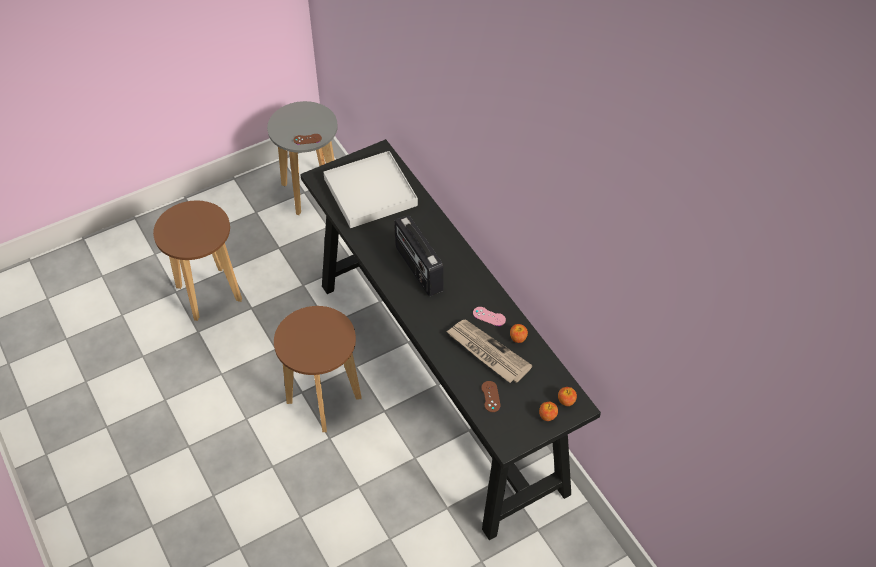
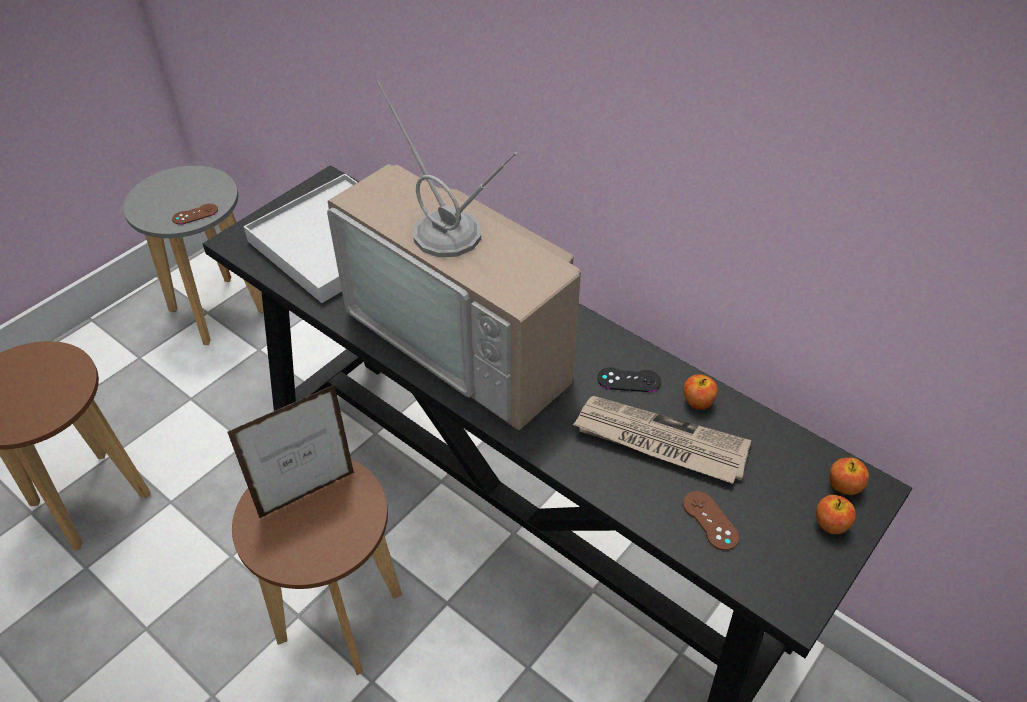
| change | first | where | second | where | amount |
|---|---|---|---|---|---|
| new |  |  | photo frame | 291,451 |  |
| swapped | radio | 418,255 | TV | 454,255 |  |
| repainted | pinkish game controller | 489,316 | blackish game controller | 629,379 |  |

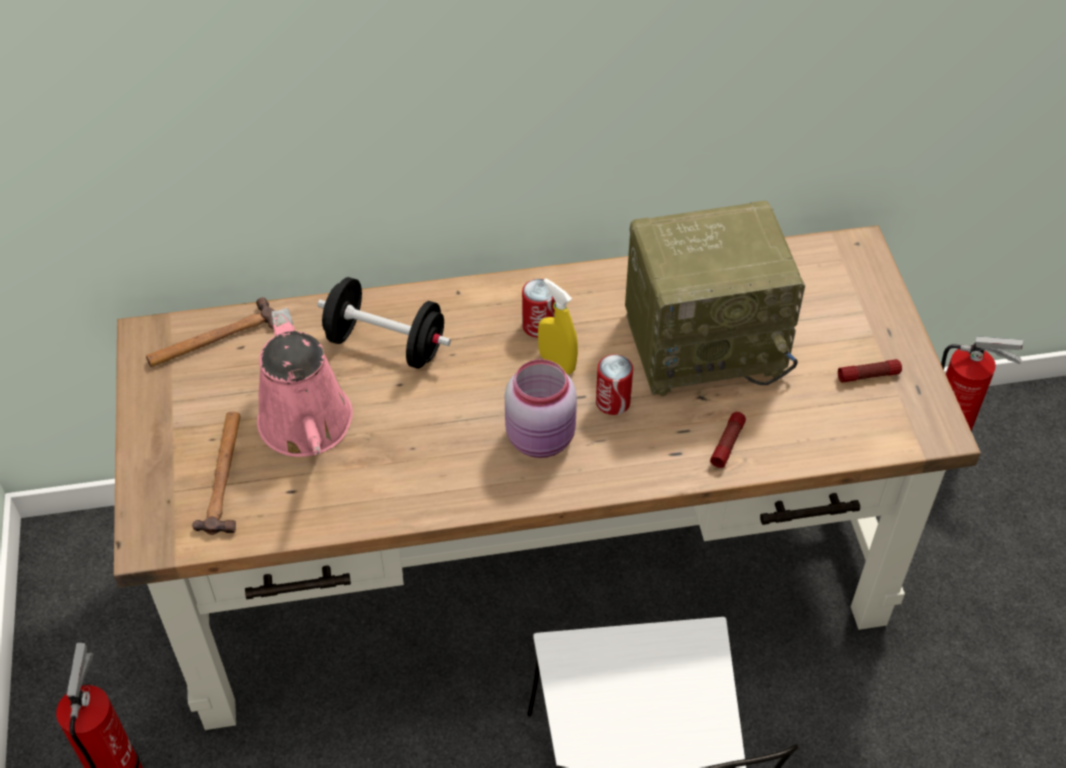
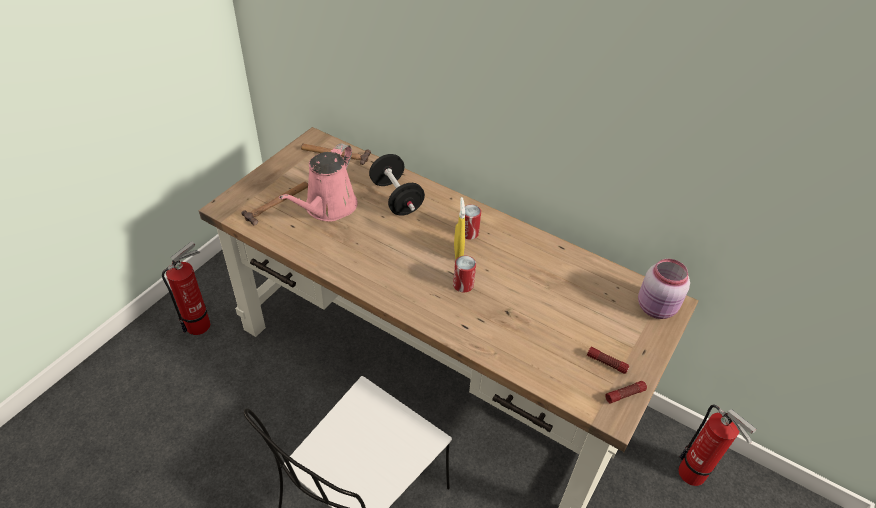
| change | first | where | second | where | amount |
|---|---|---|---|---|---|
| shifted | torch | 728,440 |  | 626,392 |  |
| shifted | pinkish jar | 541,408 |  | 664,289 |  |
| gone | radio | 715,298 |  |  |  |

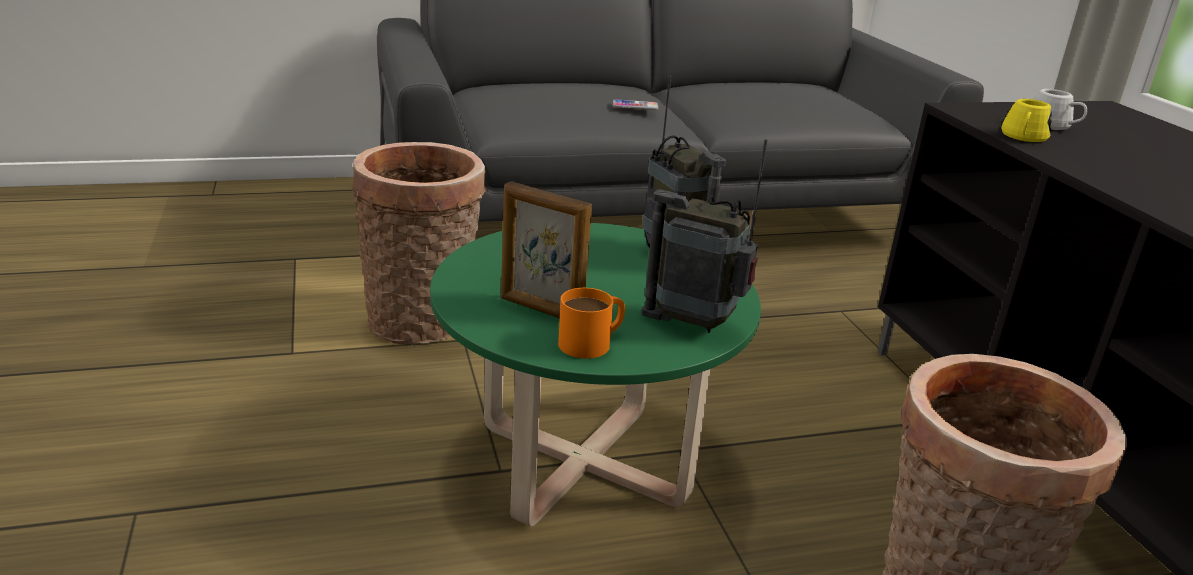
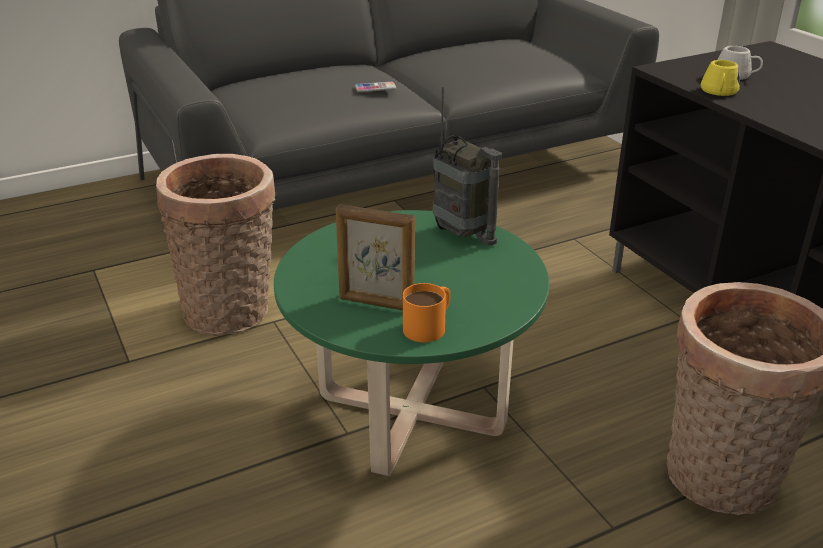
| change | first | where | second | where | amount |
|---|---|---|---|---|---|
| gone | radio | 704,236 |  |  |  |

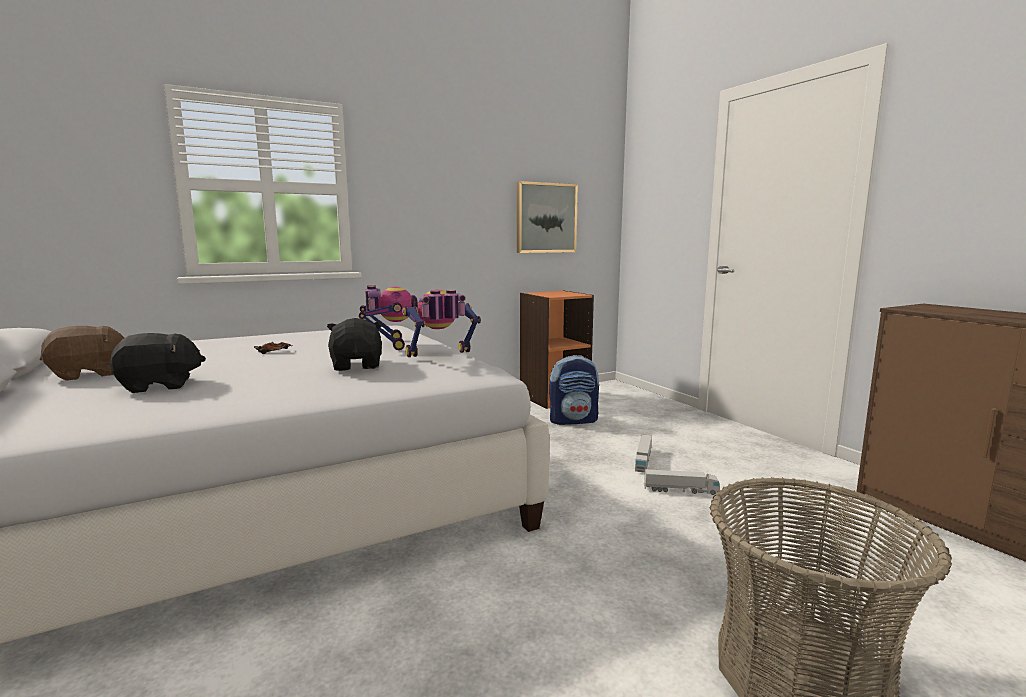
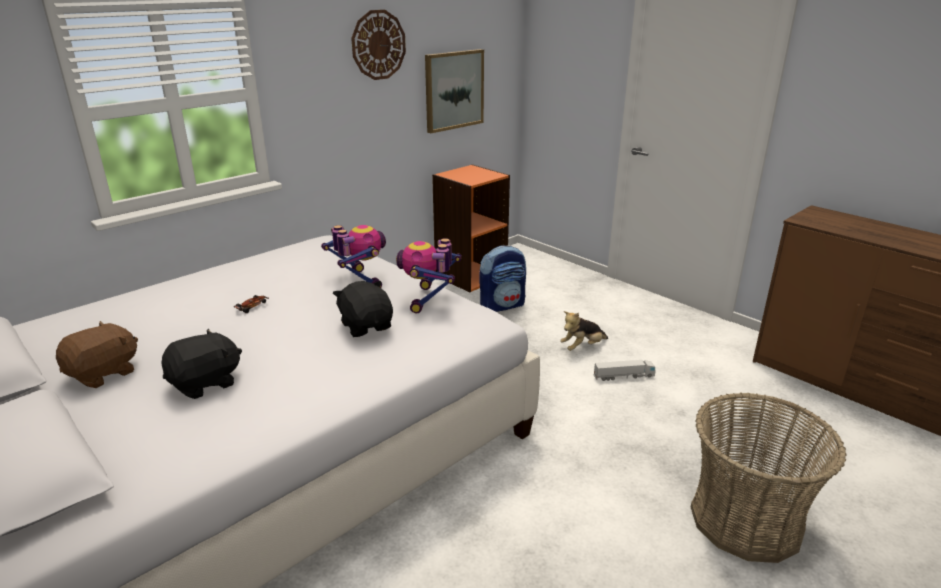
| change | first | where | second | where | amount |
|---|---|---|---|---|---|
| new |  |  | clock on the wall | 378,45 |  |
| rotated | model robot | 441,323 |  | 429,275 | 45 degrees counterclockwise |
| swapped | toy lorry | 643,453 | plush toy | 584,331 |  |

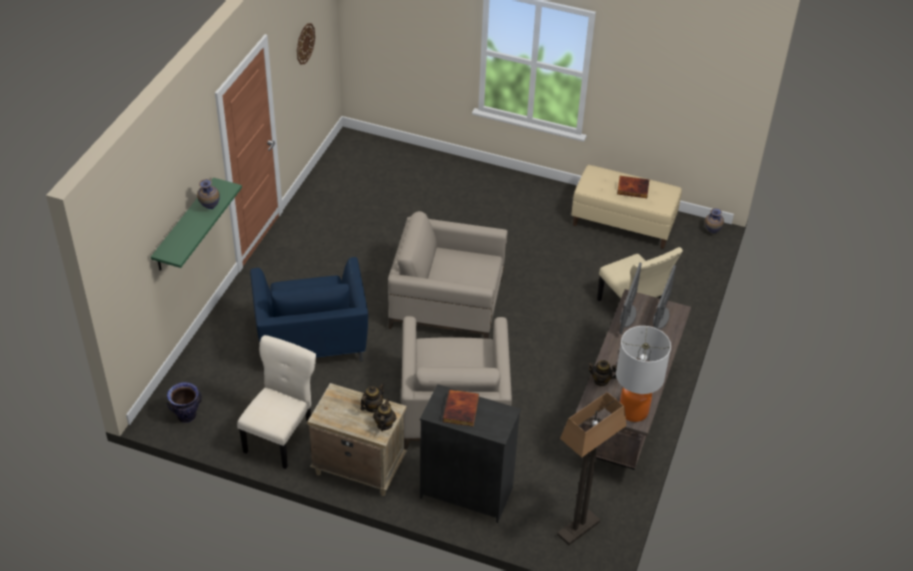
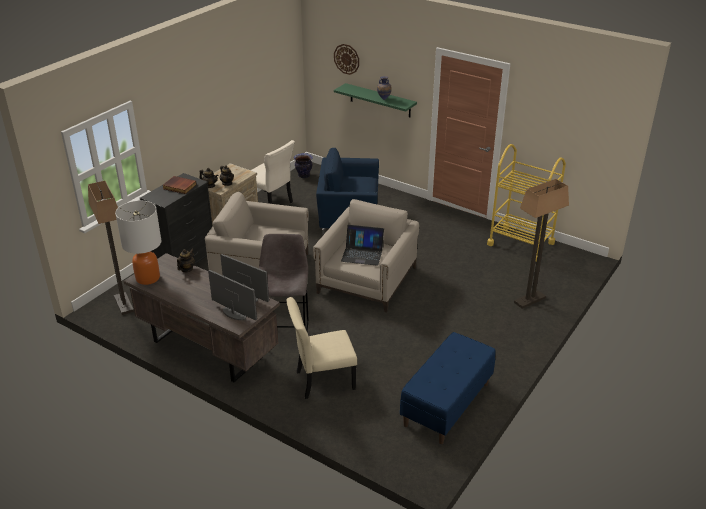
| change | first | where | second | where | amount |
|---|---|---|---|---|---|
| new |  |  | gray sitting stool | 284,283 |  |
| shifted | clock on the wall | 306,43 |  | 346,59 |  |
| new |  |  | portable computer | 362,245 |  |
| repainted | sand-coloured indoor bench | 626,207 | blue-coloured indoor bench | 448,388 |  |
| new |  |  | yellowish cart | 526,203 |  |
| new |  |  | standing lamp | 541,244 |  |
| gone | bound book | 633,187 |  |  |  |
| gone | vase | 714,220 |  |  |  |

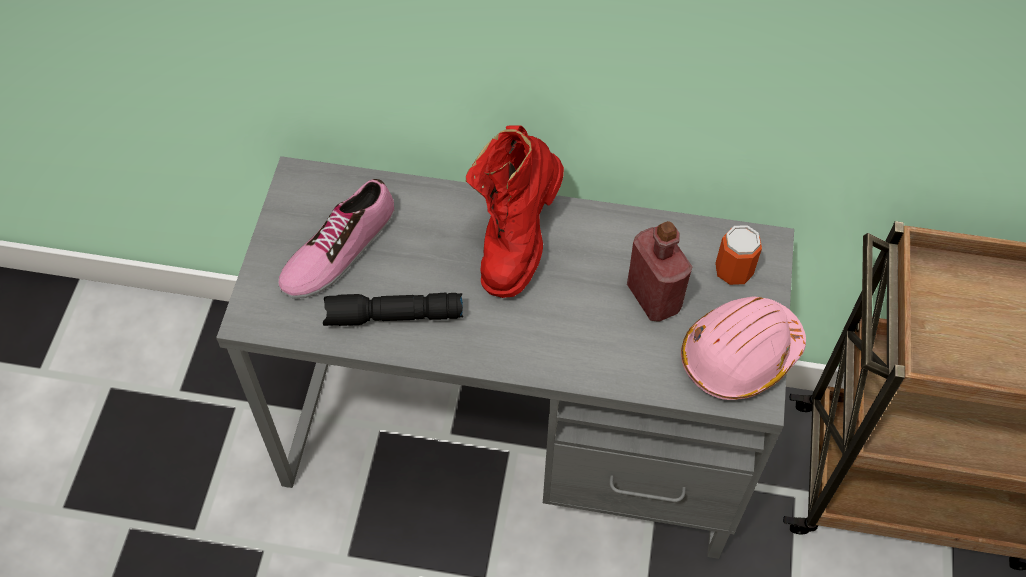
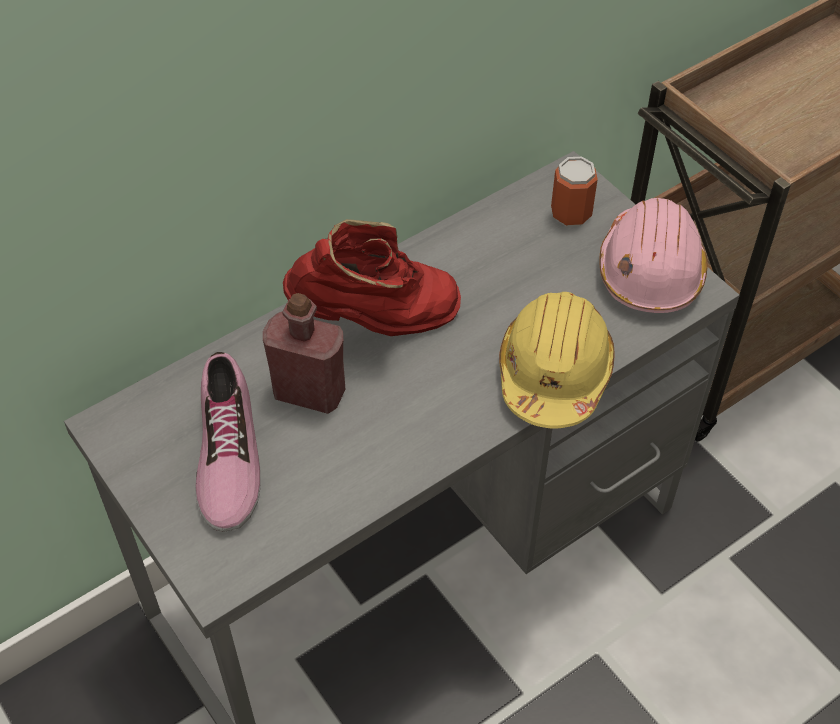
| change | first | where | second | where | amount |
|---|---|---|---|---|---|
| shifted | red bottle | 659,271 |  | 304,353 |  |
| rotated | red boot | 515,211 |  | 372,277 | 75 degrees counterclockwise |
| new |  |  | yellowish work helmet | 556,360 |  |
| gone | blackish torch | 393,309 |  |  |  |

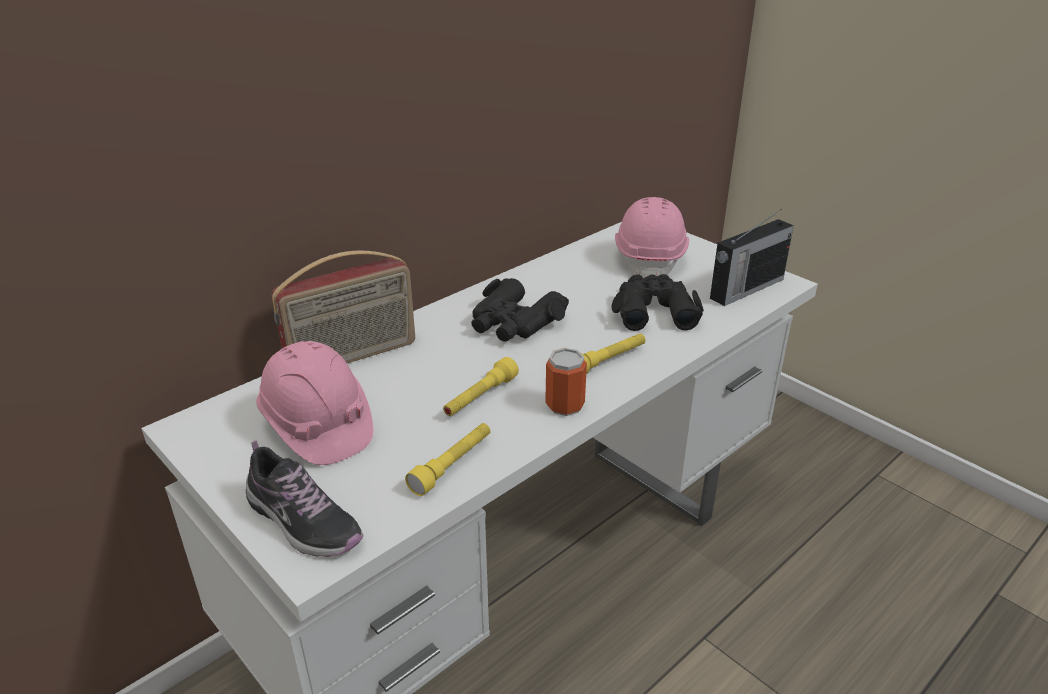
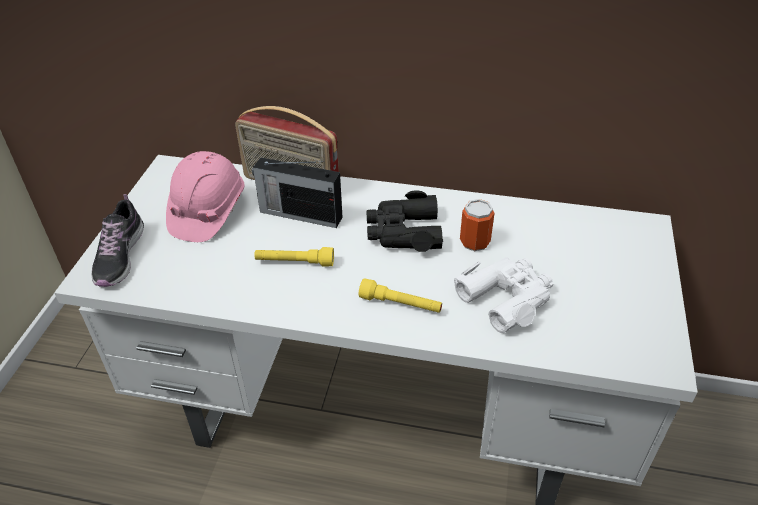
| change | first | where | second | where | amount |
|---|---|---|---|---|---|
| shifted | radio | 752,257 |  | 297,192 |  |
| repainted | blackish pair of binoculars | 657,302 | whitish pair of binoculars | 504,295 |  |
| shifted | metal can | 566,382 |  | 477,225 |  |
| gone | yellowish torch | 447,459 |  |  |  |
| gone | pinkish work helmet | 652,237 |  |  |  |

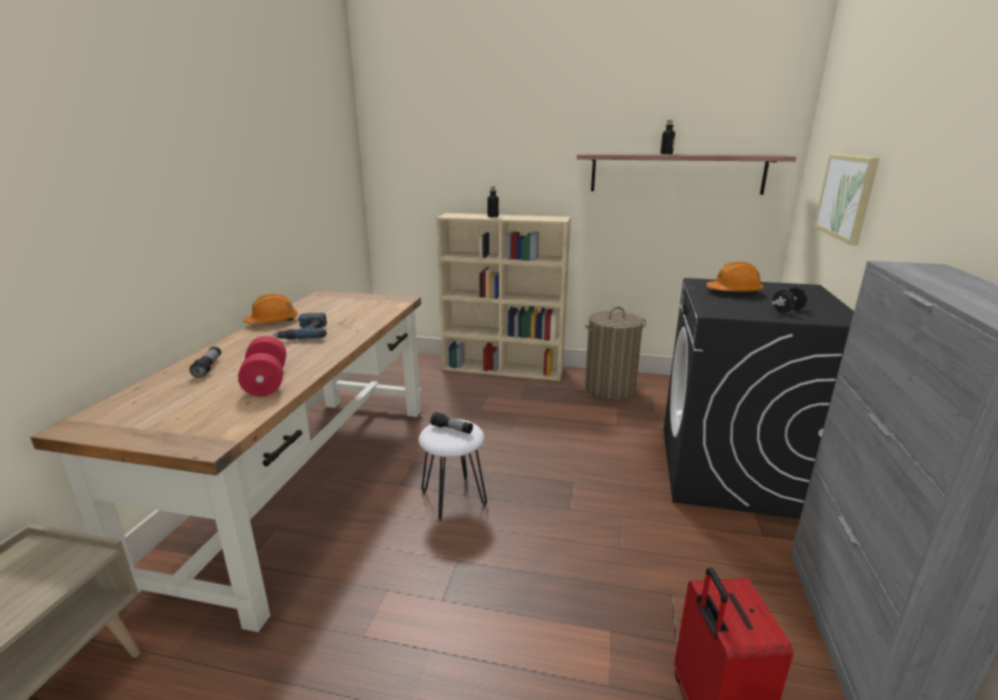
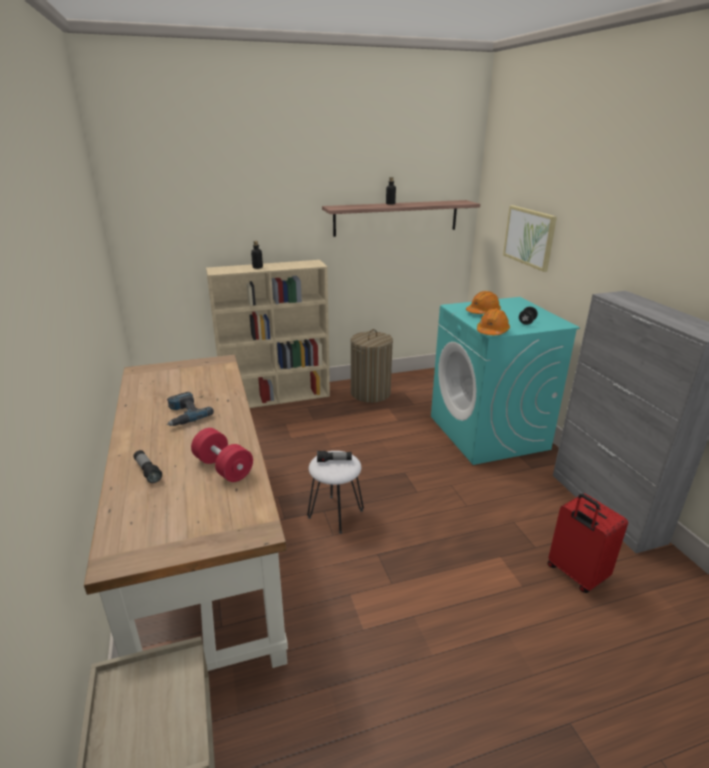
| change | first | where | second | where | amount |
|---|---|---|---|---|---|
| repainted | blackish washing machine | 758,398 | turquoise washing machine | 505,381 |  |
| shifted | orange-coloured work helmet | 270,309 |  | 493,321 |  |

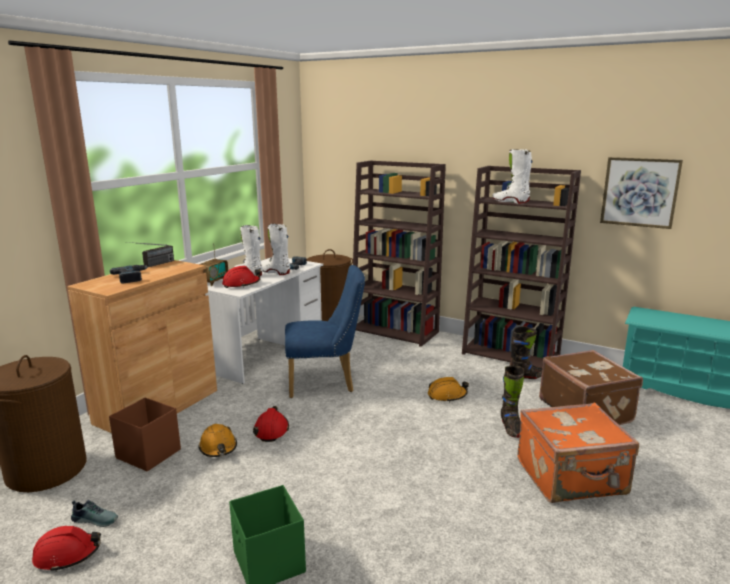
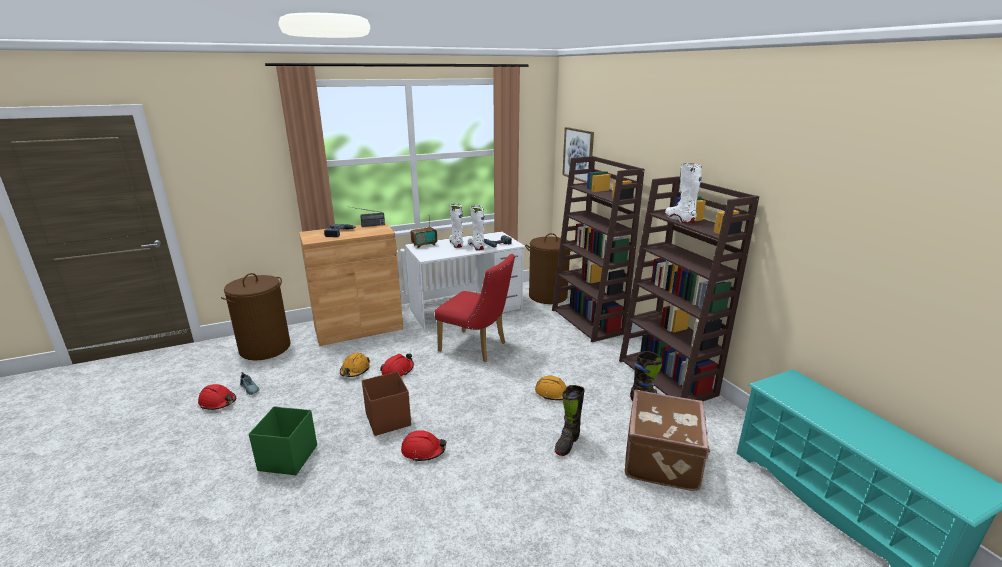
| change | first | where | second | where | amount |
|---|---|---|---|---|---|
| shifted | brown storage bin | 145,434 |  | 386,403 |  |
| shifted | red work helmet | 241,277 |  | 424,446 |  |
| repainted | blue-coloured upright chair | 325,331 | red upright chair | 475,308 |  |
| shifted | wall picture | 641,193 |  | 578,155 |  |
| gone | orange-coloured travel case | 578,452 |  |  |  |

